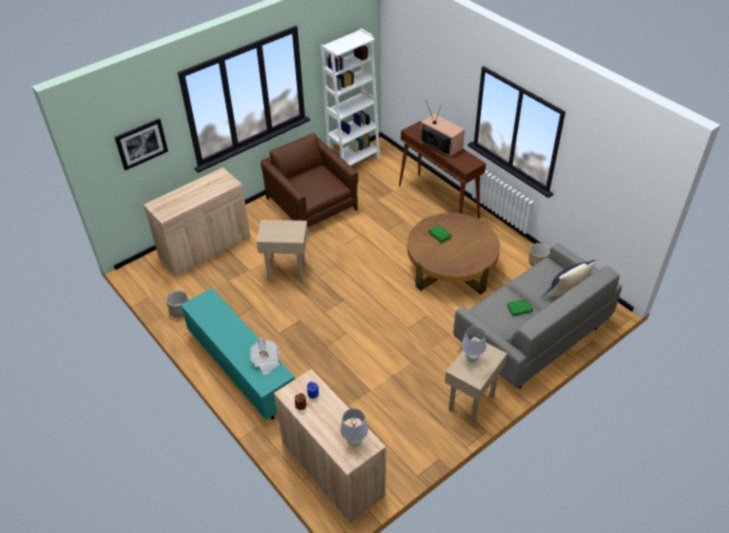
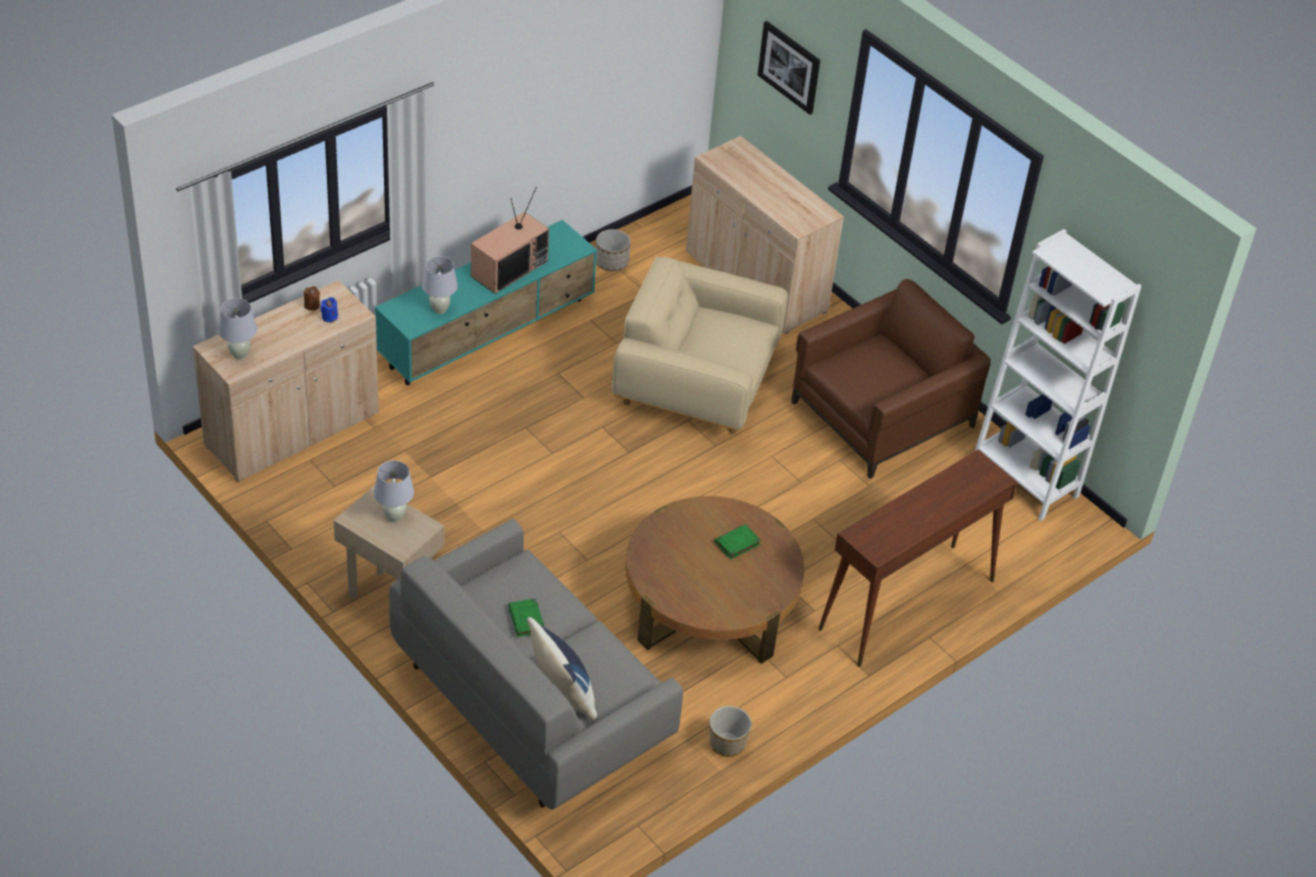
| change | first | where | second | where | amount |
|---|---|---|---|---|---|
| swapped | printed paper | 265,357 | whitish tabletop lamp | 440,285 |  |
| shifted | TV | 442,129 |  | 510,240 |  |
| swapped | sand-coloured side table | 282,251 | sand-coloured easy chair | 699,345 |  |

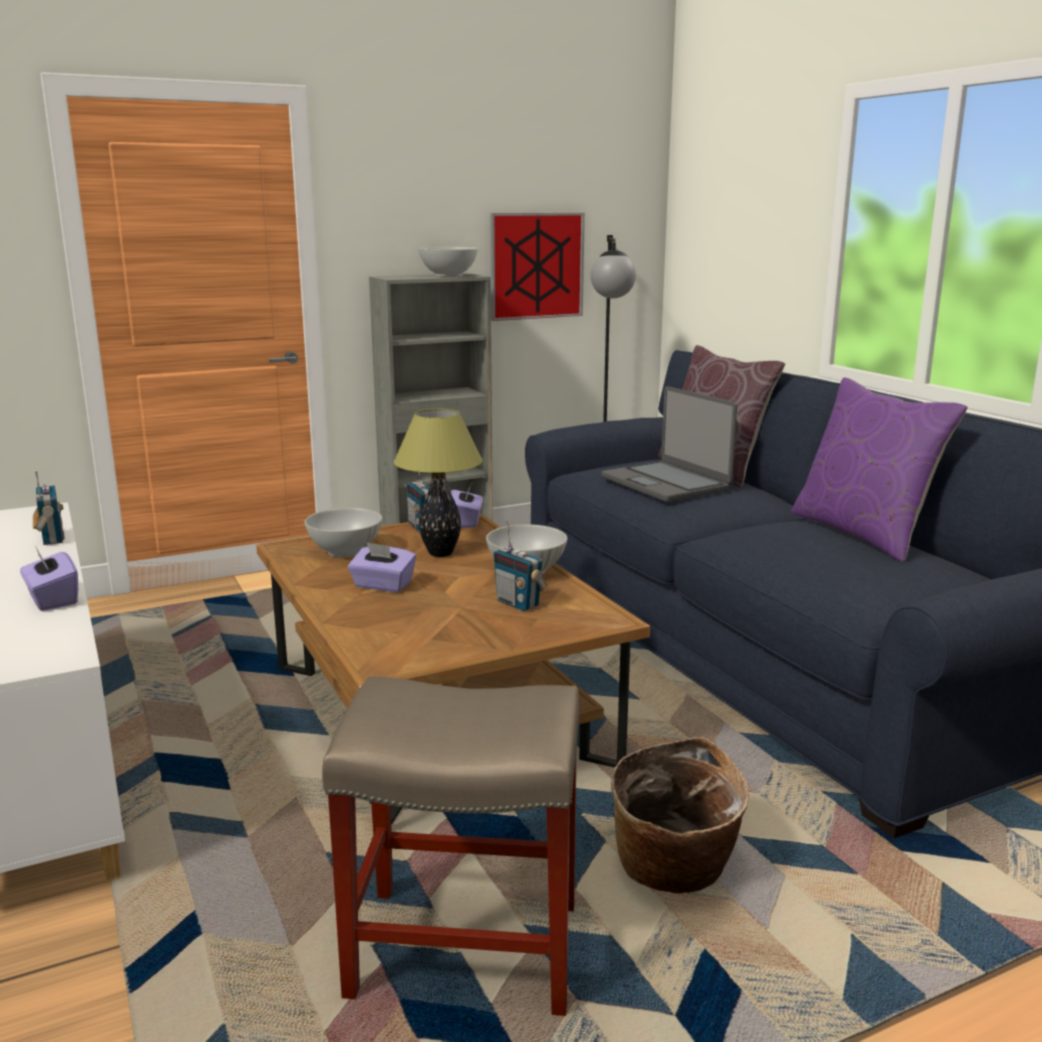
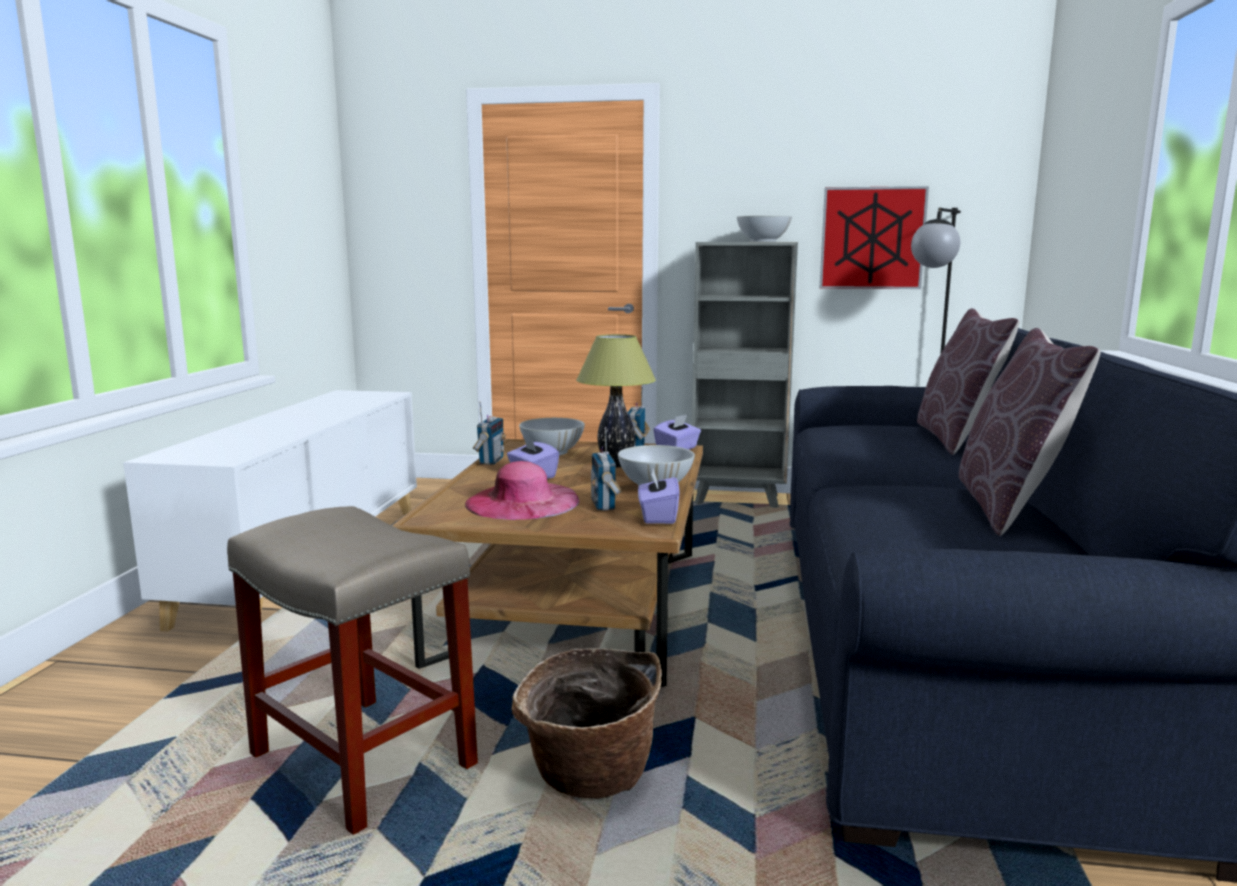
| change | first | where | second | where | amount |
|---|---|---|---|---|---|
| new |  |  | pinkish wearable hat | 522,490 |  |
| shifted | radio | 49,507 |  | 489,433 |  |
| shifted | purple-coloured box of tissues | 49,578 |  | 659,496 |  |
| repainted | purple-coloured throw pillow | 879,470 | brown throw pillow | 1030,432 |  |
| gone | portable computer | 669,444 |  |  |  |

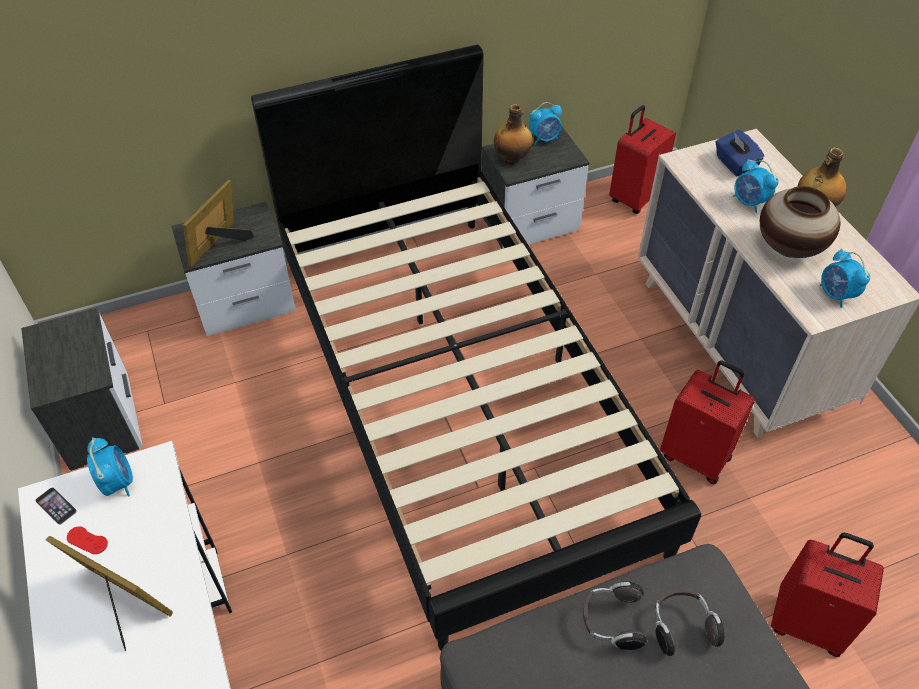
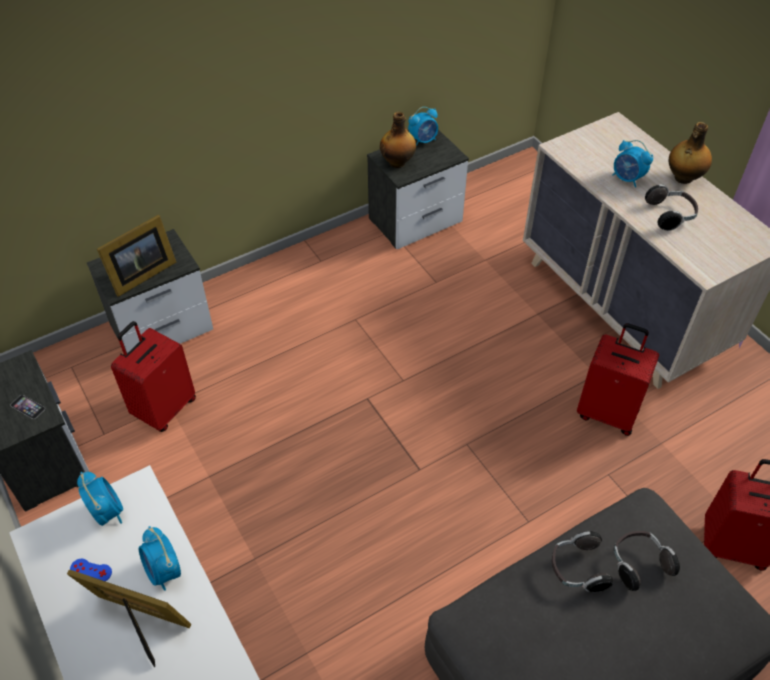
| change | first | where | second | where | amount |
|---|---|---|---|---|---|
| shifted | phone | 56,506 |  | 27,407 |  |
| repainted | red game controller | 87,540 | blue-coloured game controller | 91,570 |  |
| rotated | photo frame | 218,223 |  | 136,256 | 150 degrees counterclockwise |
| shifted | red travel case | 642,159 |  | 153,376 |  |
| shifted | table clock | 845,278 |  | 160,558 |  |
| swapped | vase | 800,222 | headphones | 671,207 |  |
| gone | blackish bedroom bed | 476,348 |  |  |  |
| gone | blue-coloured box of tissues | 739,153 |  |  |  |

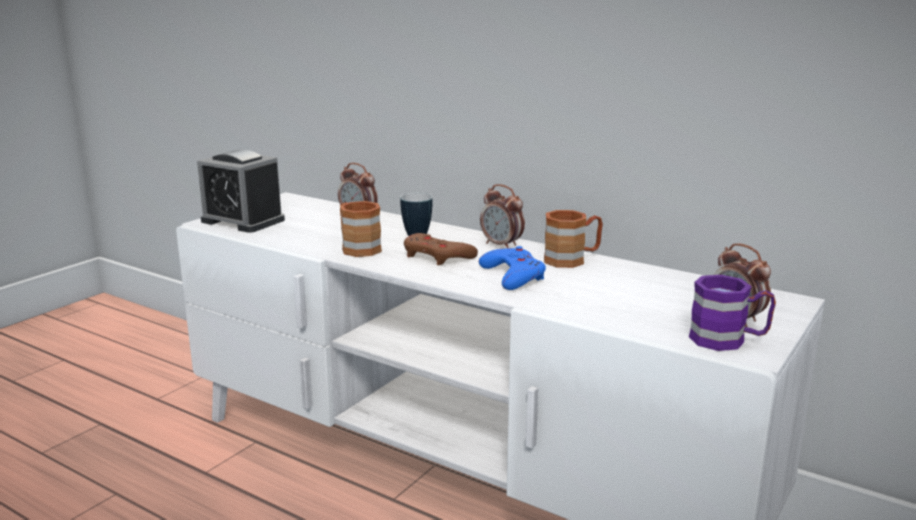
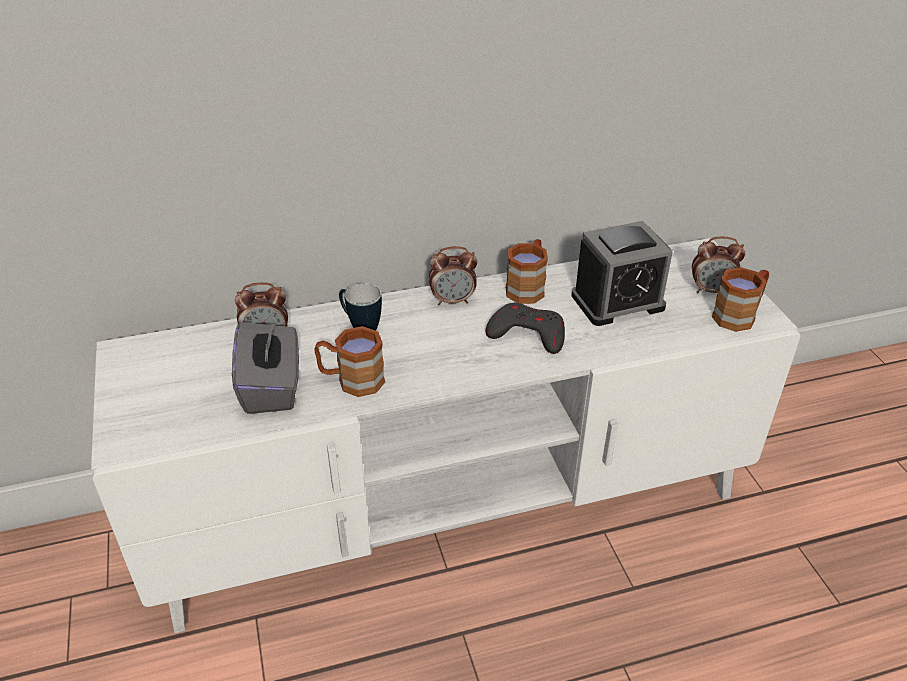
| change | first | where | second | where | amount |
|---|---|---|---|---|---|
| new |  |  | gray box of tissues | 265,366 |  |
| repainted | blue-coloured game controller | 512,268 | gray game controller | 525,328 |  |
| shifted | table clock | 241,191 |  | 622,273 |  |
| repainted | purple-coloured coffee mug | 732,313 | brown coffee mug | 740,299 |  |
| gone | brown game controller | 441,249 |  |  |  |

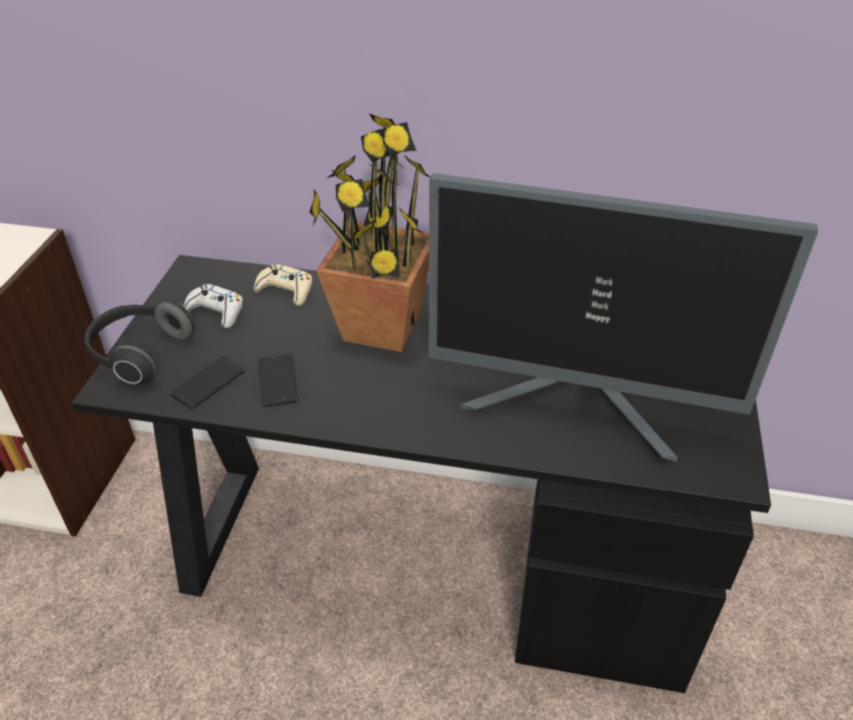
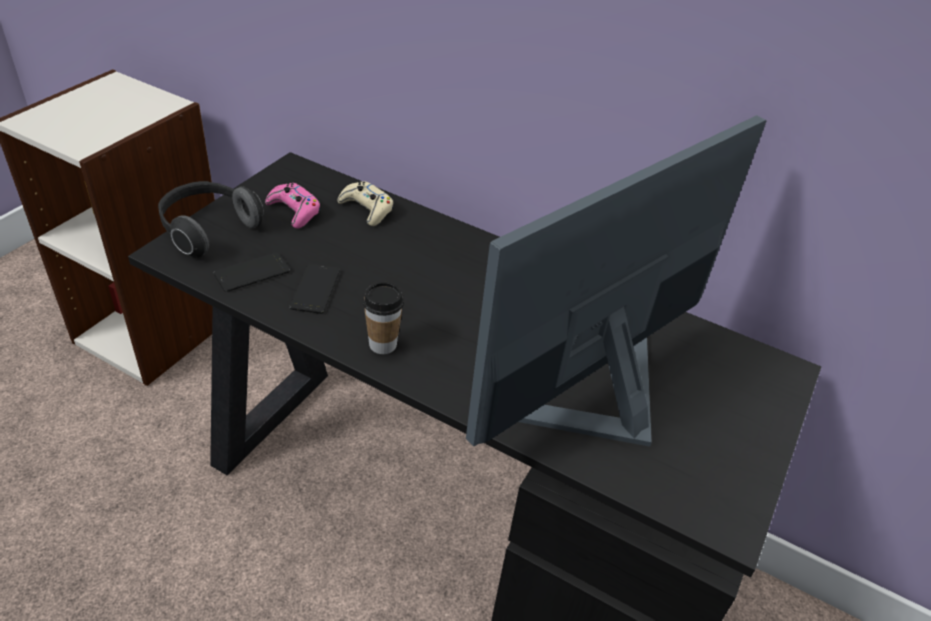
| change | first | where | second | where | amount |
|---|---|---|---|---|---|
| repainted | whitish game controller | 213,306 | pinkish game controller | 292,206 |  |
| new |  |  | drinking cup | 383,318 |  |
| rotated | computer screen | 623,317 |  | 616,281 | 105 degrees clockwise |
| gone | potted plant | 369,233 |  |  |  |

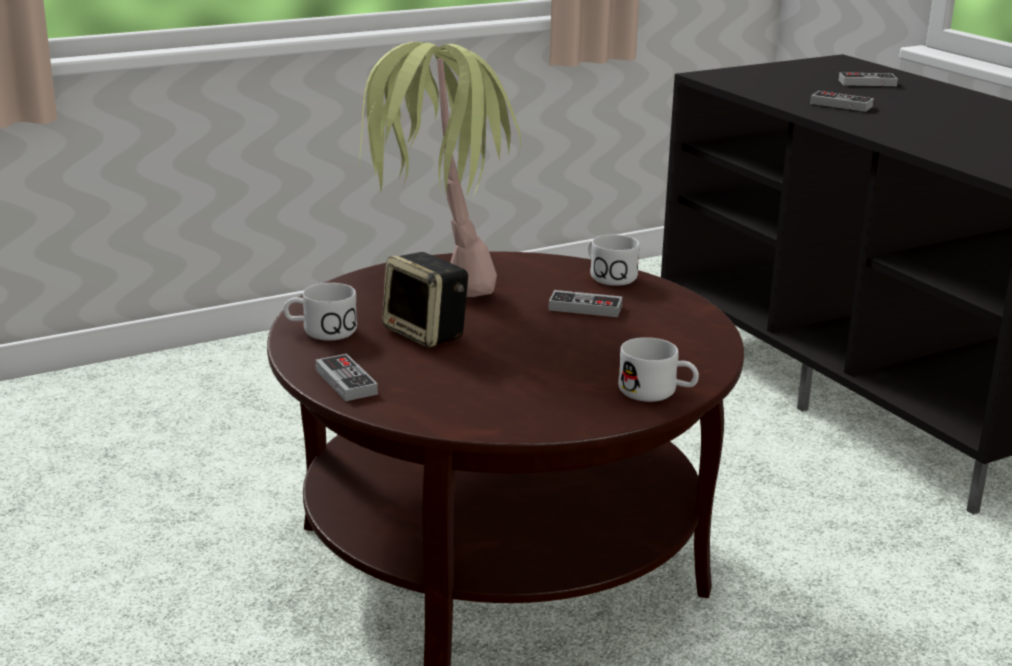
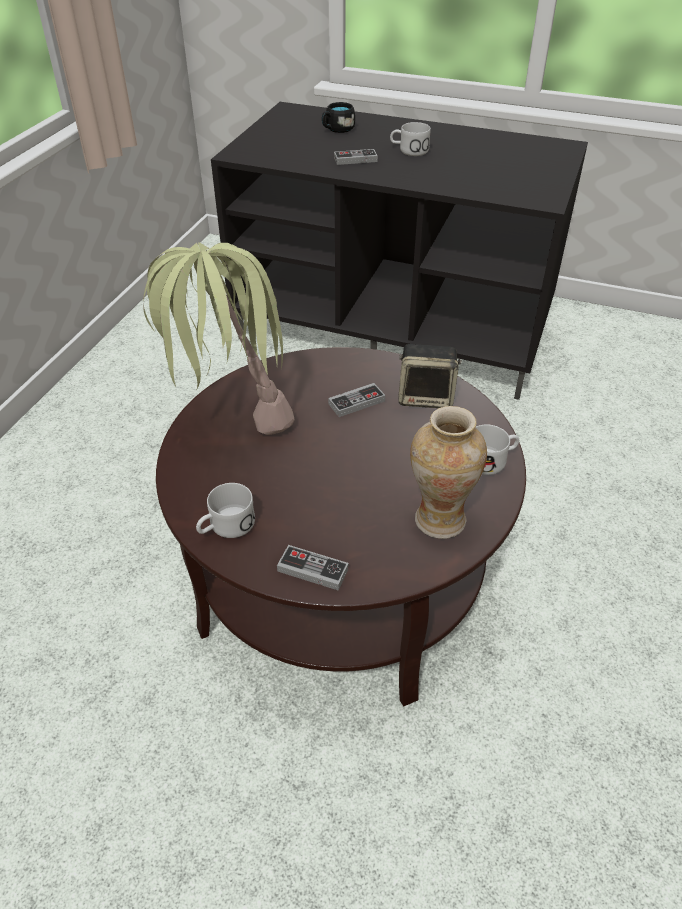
| change | first | where | second | where | amount |
|---|---|---|---|---|---|
| swapped | game controller | 868,79 | blackish coffee mug | 338,117 |  |
| shifted | whitish coffee mug | 614,260 |  | 410,139 |  |
| shifted | loudspeaker | 425,299 |  | 430,376 |  |
| new |  |  | vase | 448,472 |  |

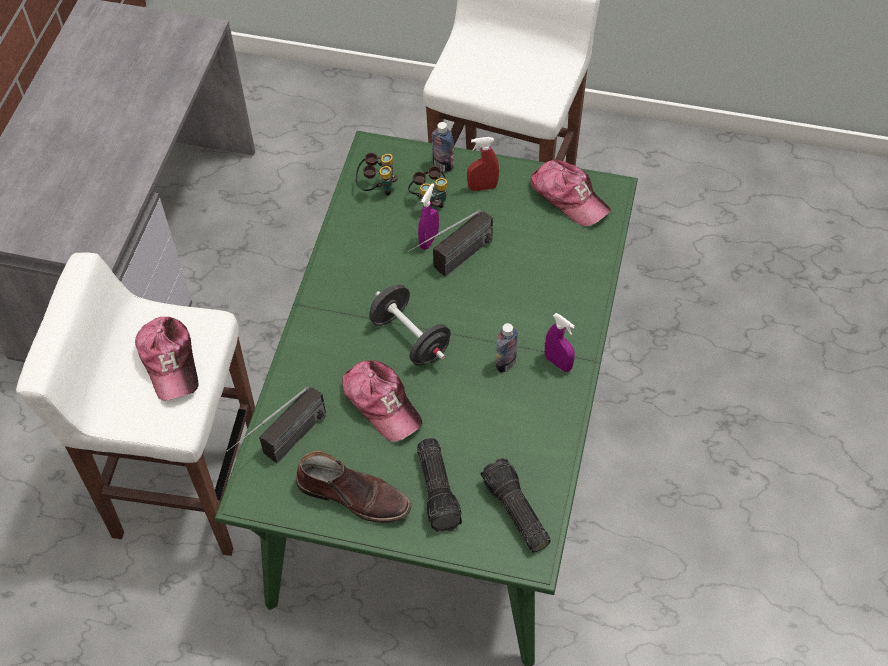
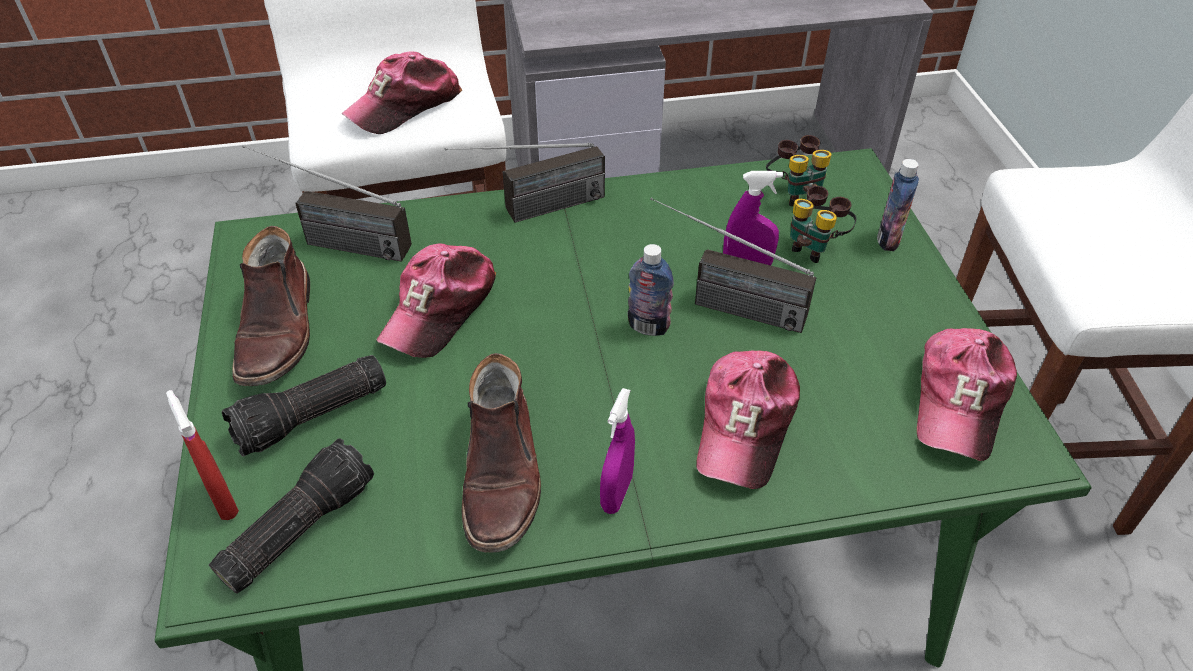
| change | first | where | second | where | amount |
|---|---|---|---|---|---|
| shifted | red sprayer | 483,164 |  | 202,455 |  |
| new |  |  | radio | 525,183 |  |
| new |  |  | brown boot | 501,453 |  |
| shifted | bottle | 507,348 |  | 651,290 |  |
| new |  |  | baseball cap | 748,419 |  |
| gone | blackish hand weight | 410,325 |  |  |  |

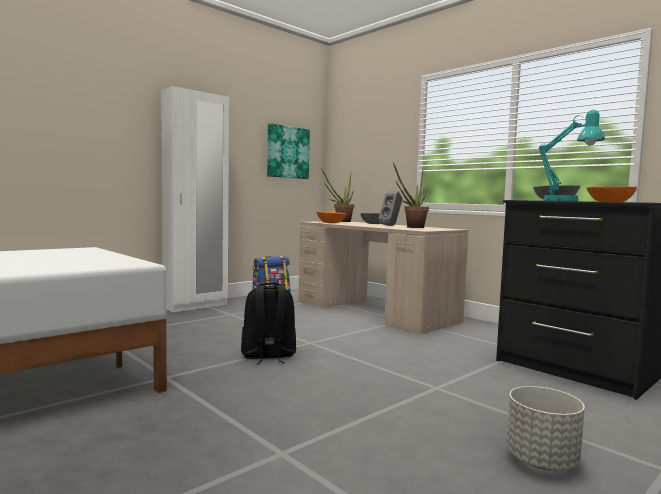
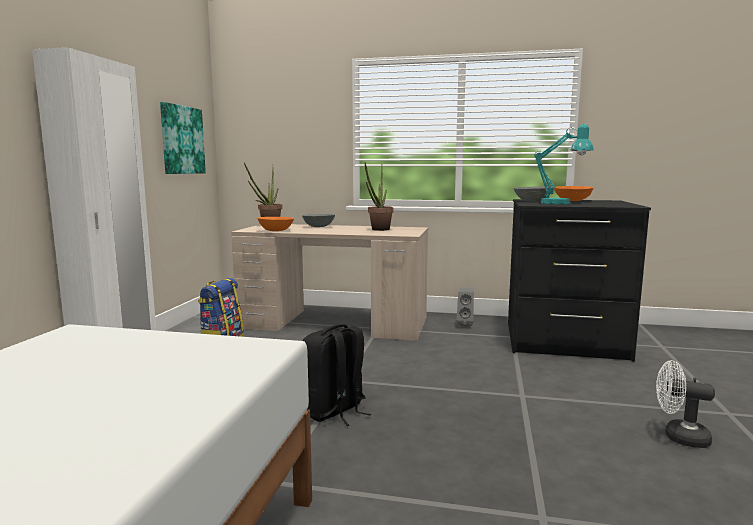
| change | first | where | second | where | amount |
|---|---|---|---|---|---|
| shifted | gray loudspeaker | 391,208 |  | 465,307 |  |
| swapped | gray flower pot | 545,428 | whitish cooling fan | 685,404 |  |

